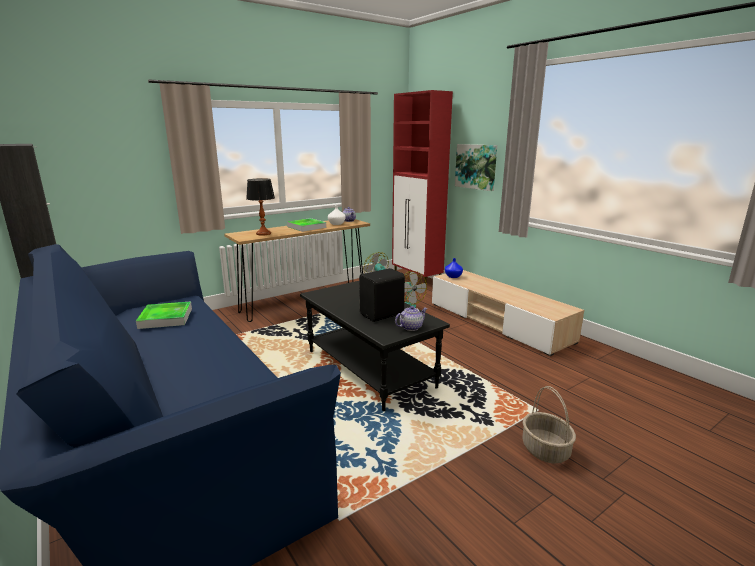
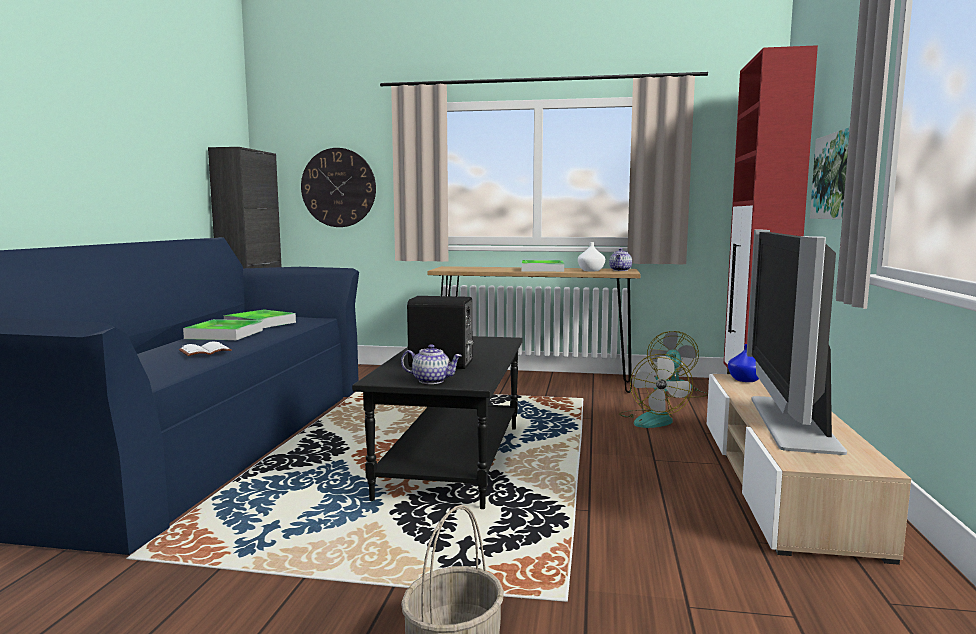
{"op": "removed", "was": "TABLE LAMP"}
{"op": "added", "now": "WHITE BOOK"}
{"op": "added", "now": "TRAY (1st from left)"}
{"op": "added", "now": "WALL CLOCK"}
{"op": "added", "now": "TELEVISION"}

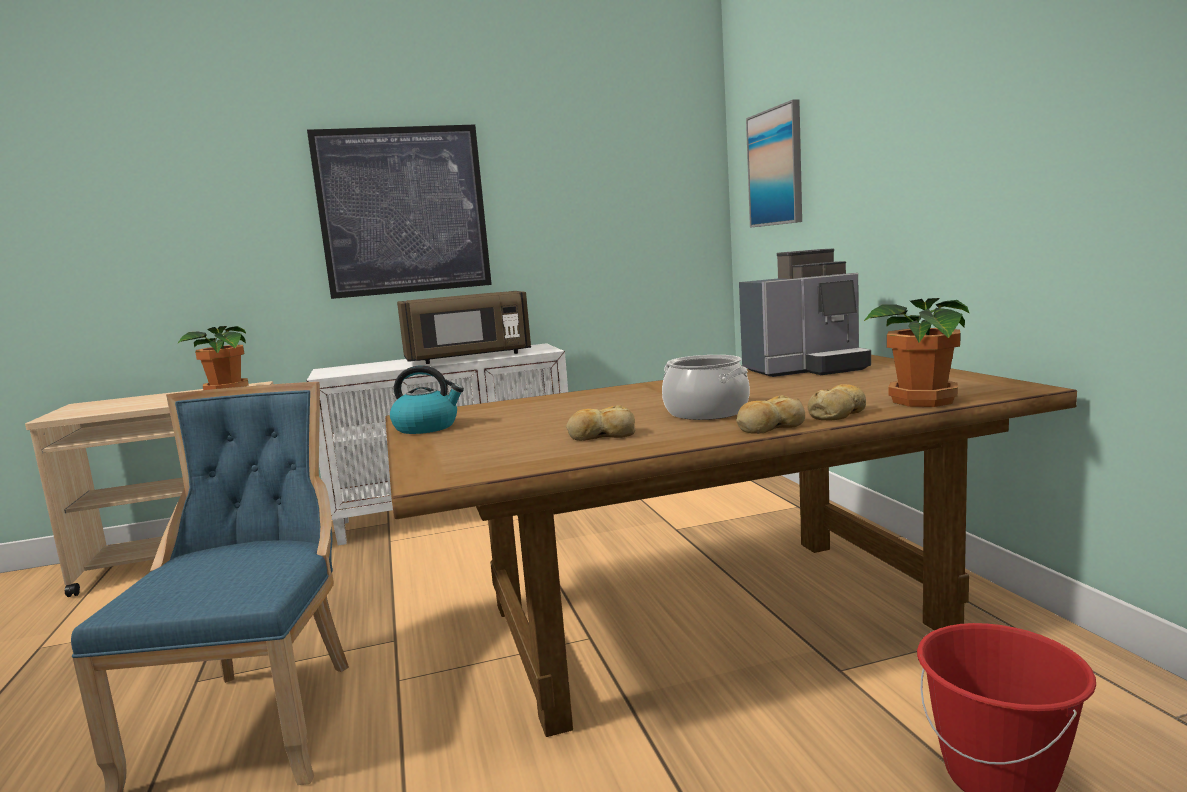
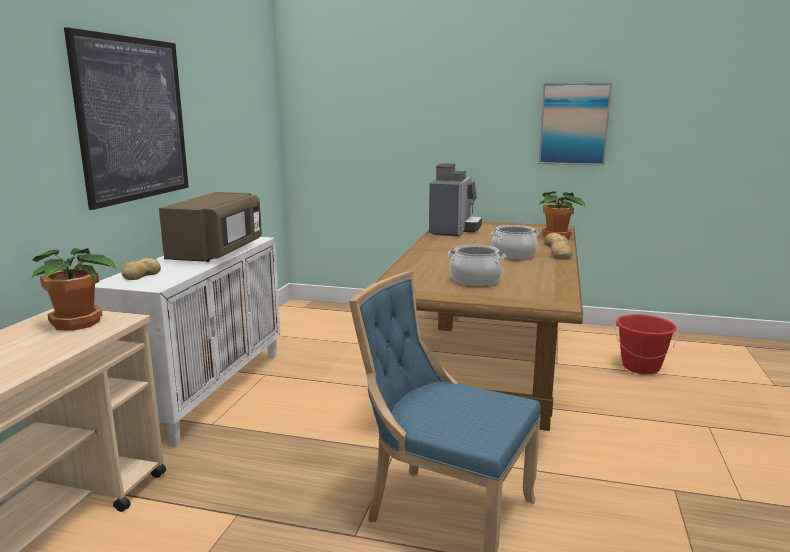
{"op": "removed", "was": "KETTLE"}
{"op": "added", "now": "COOKING POT (1st from left)"}
{"op": "moved", "was": "BREAD (1st from left)"}
{"op": "moved", "was": "PICTURE (2nd from left)"}

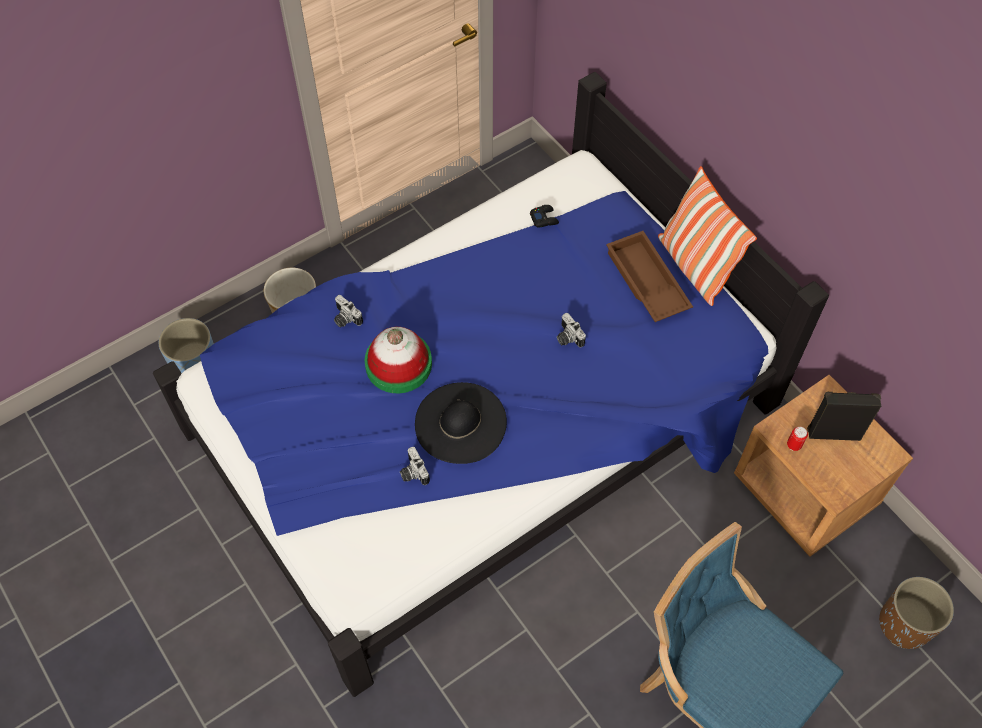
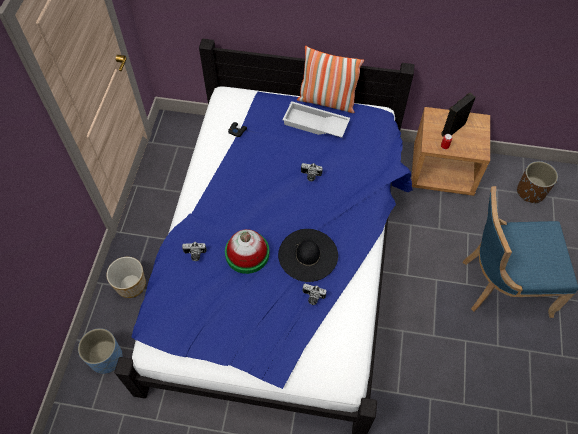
{"op": "recoloured", "was": "BROWN TRAY", "now": "WHITE TRAY"}

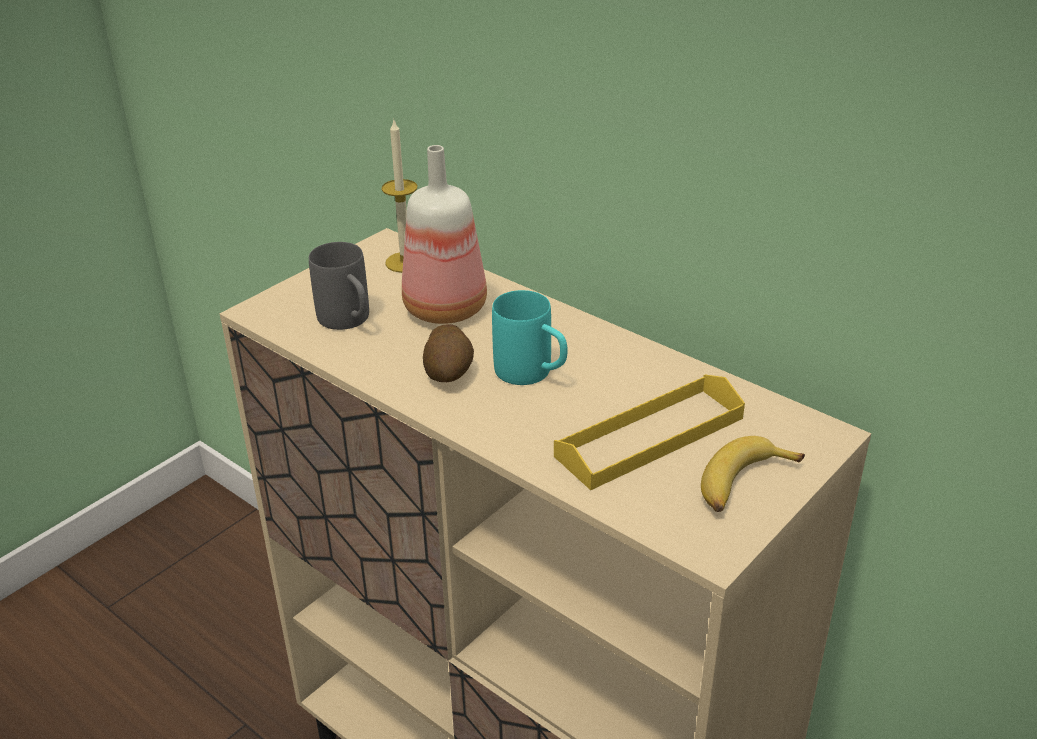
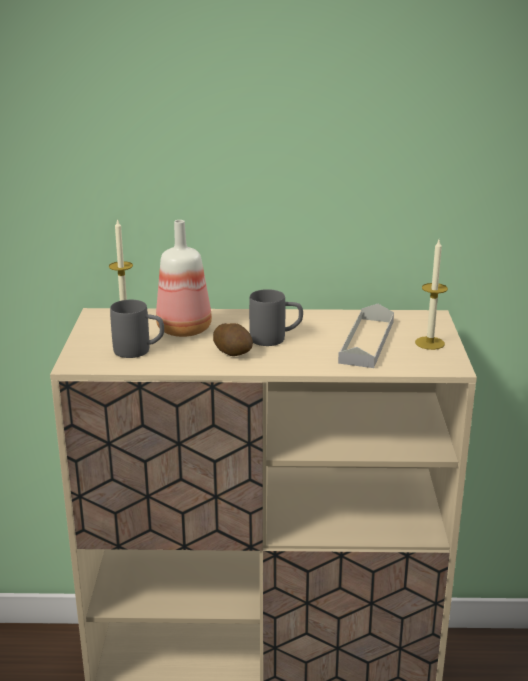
{"op": "replaced", "was": "BANANA", "now": "CANDLE (2nd from left)"}
{"op": "recoloured", "was": "TURQUOISE MUG", "now": "GREY MUG (2nd from left)"}
{"op": "recoloured", "was": "YELLOW TRAY", "now": "GREY TRAY"}

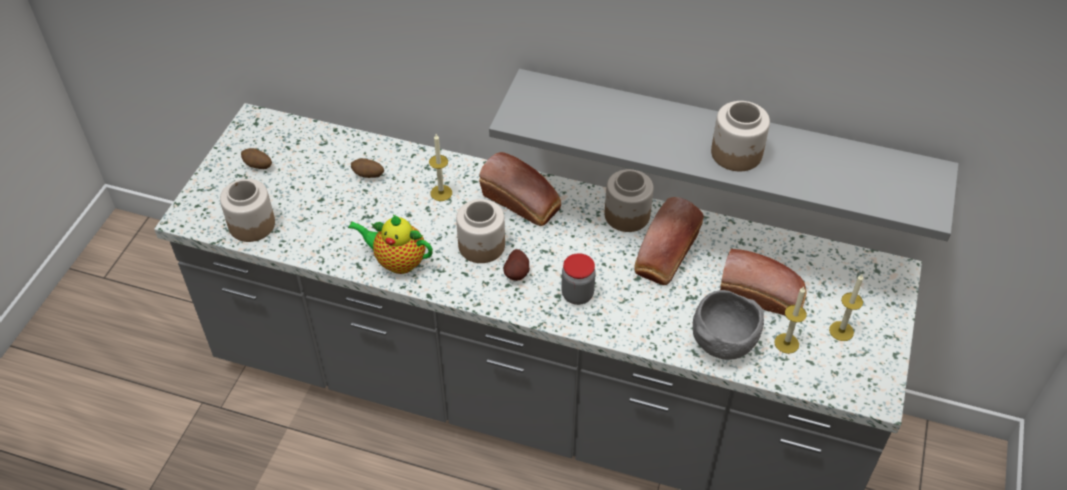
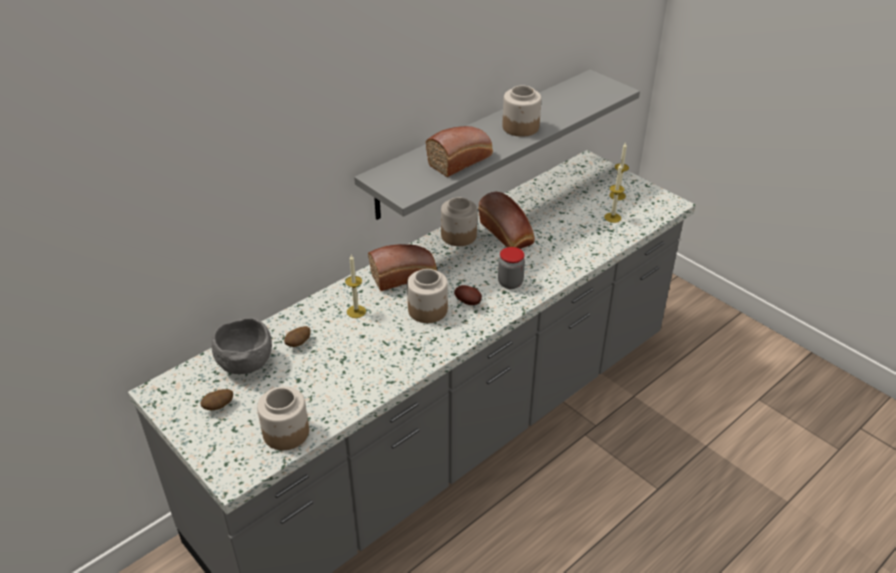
{"op": "removed", "was": "TEAPOT"}
{"op": "moved", "was": "GREY BOWL"}
{"op": "moved", "was": "BREAD (3rd from left in the first image)", "now": "BREAD (2nd from left)"}

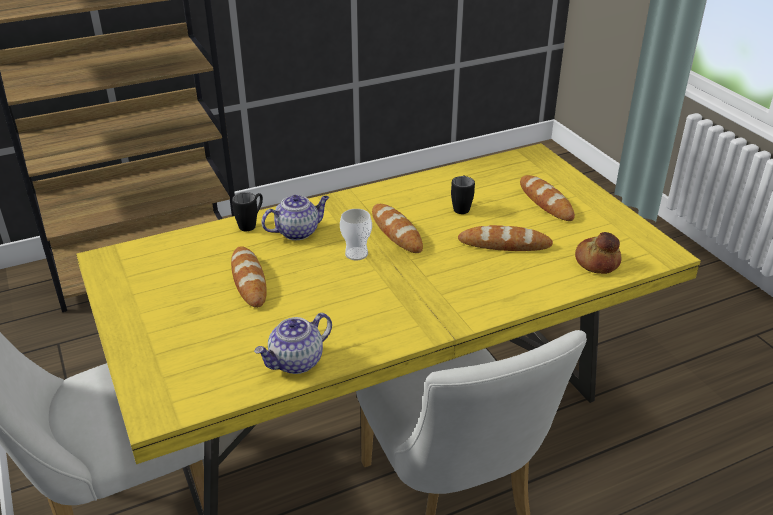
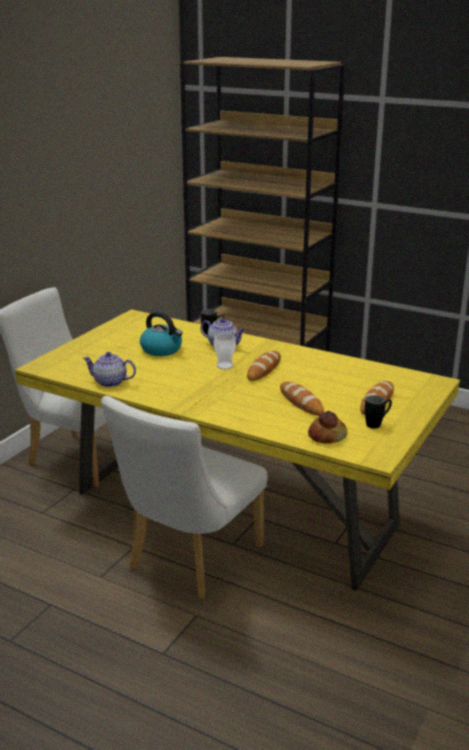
{"op": "moved", "was": "BLACK MUG (2nd from left)"}
{"op": "replaced", "was": "BREAD (1st from left)", "now": "KETTLE"}

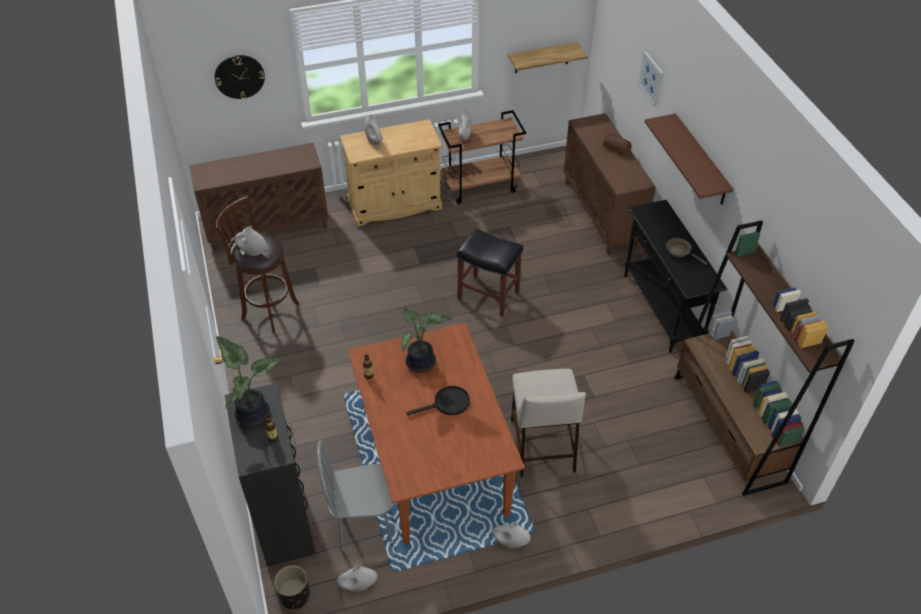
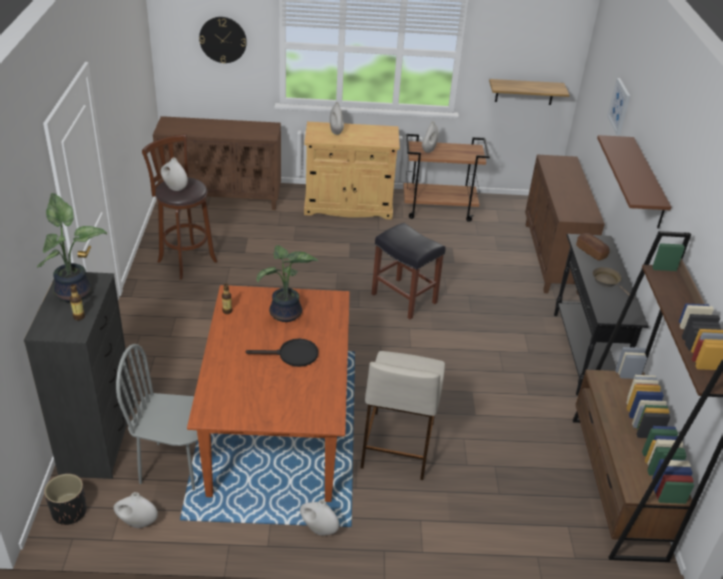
{"op": "moved", "was": "BREAD"}

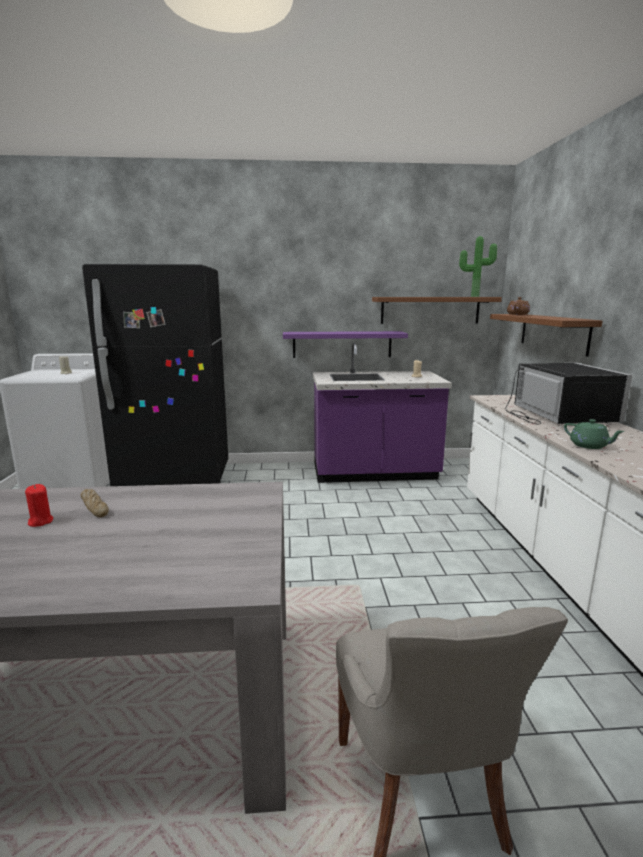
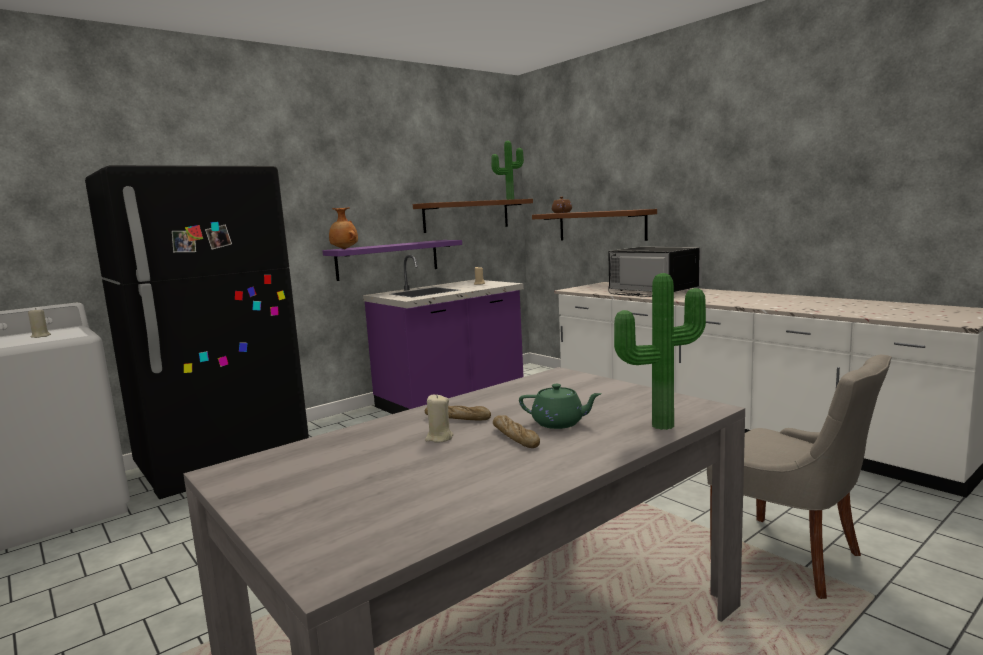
{"op": "added", "now": "BROWN VASE"}
{"op": "added", "now": "BREAD (2nd from left)"}
{"op": "added", "now": "POTTED PLANT (2nd from left)"}
{"op": "moved", "was": "GREEN TEAPOT"}
{"op": "recoloured", "was": "RED CANDLE", "now": "BEIGE CANDLE (2nd from left)"}

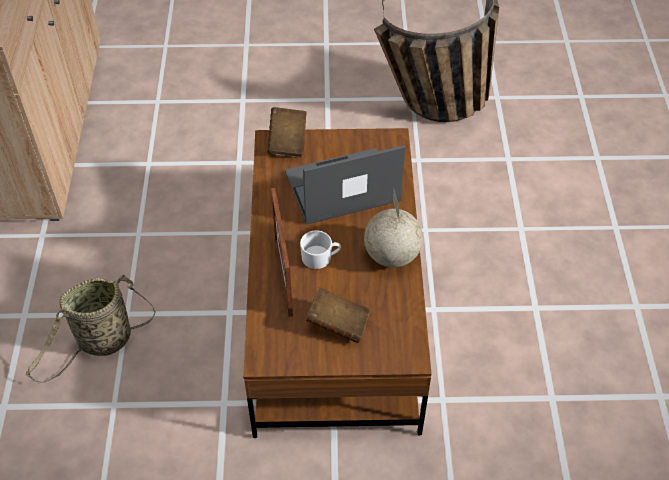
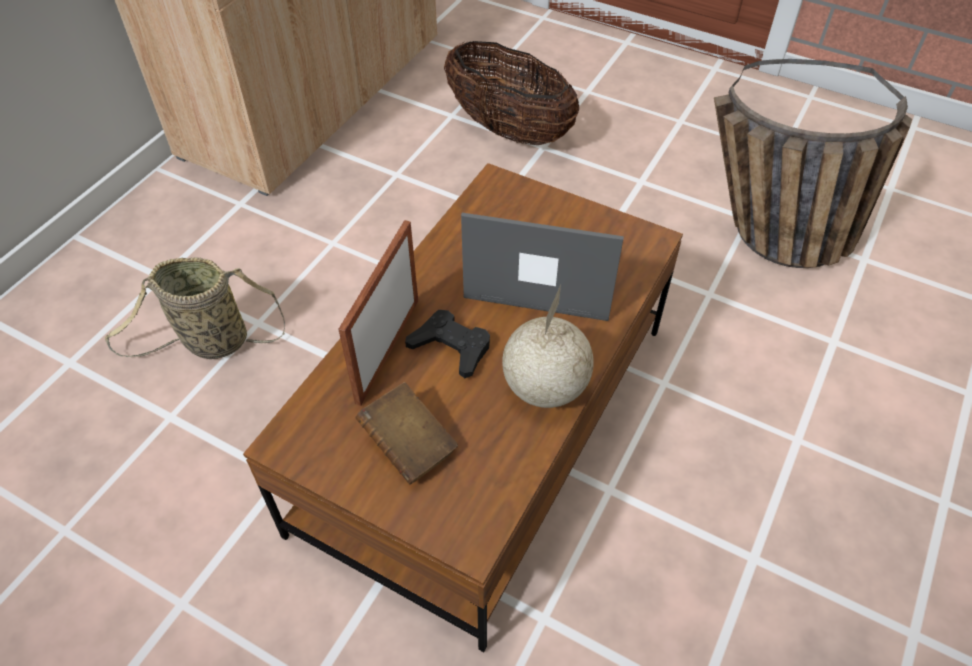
{"op": "removed", "was": "BROWN BOOK (1st from left)"}
{"op": "added", "now": "BASKET (2nd from left)"}
{"op": "replaced", "was": "WHITE MUG", "now": "BLACK GAME CONTROLLER"}

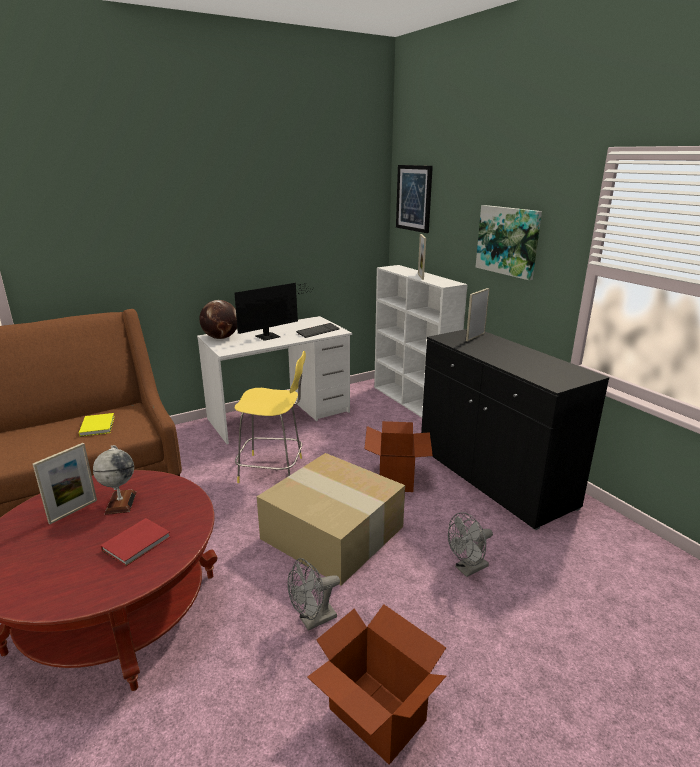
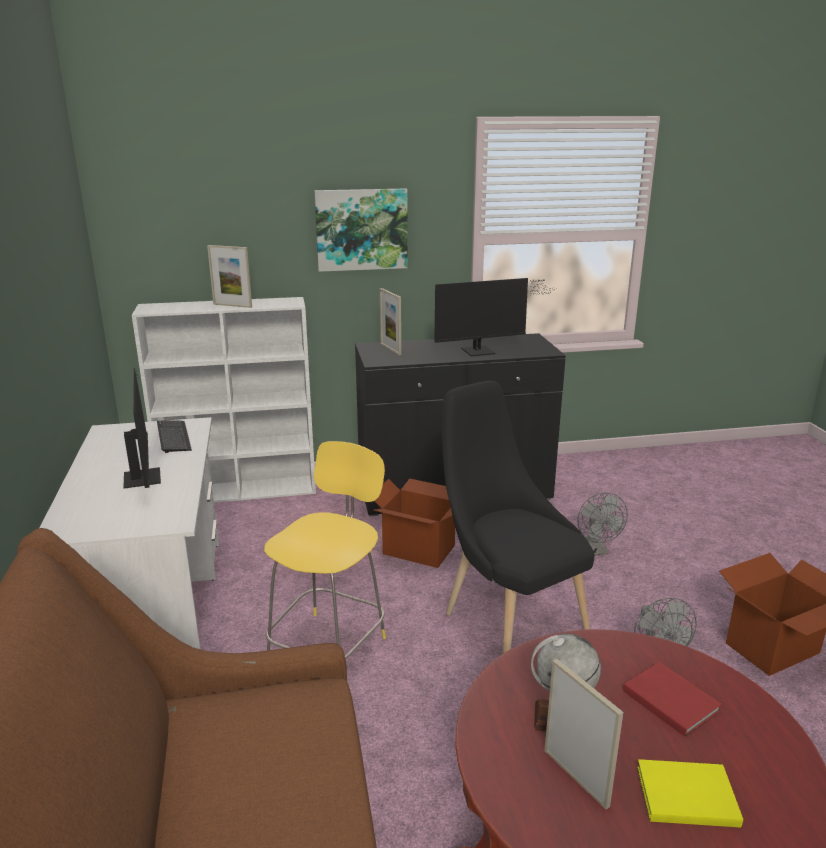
{"op": "removed", "was": "GLOBE (2nd from left)"}
{"op": "removed", "was": "PICTURE (1st from left)"}
{"op": "added", "now": "MONITOR (2nd from left)"}
{"op": "moved", "was": "YELLOW BOOK"}
{"op": "replaced", "was": "CARDBOARD BOX (1st from left)", "now": "BLACK CHAIR"}

